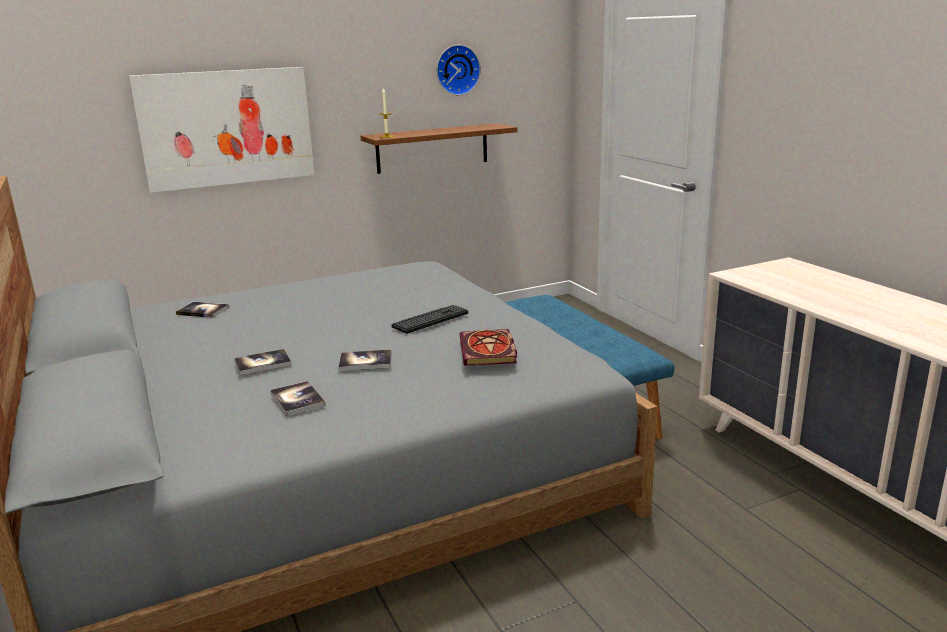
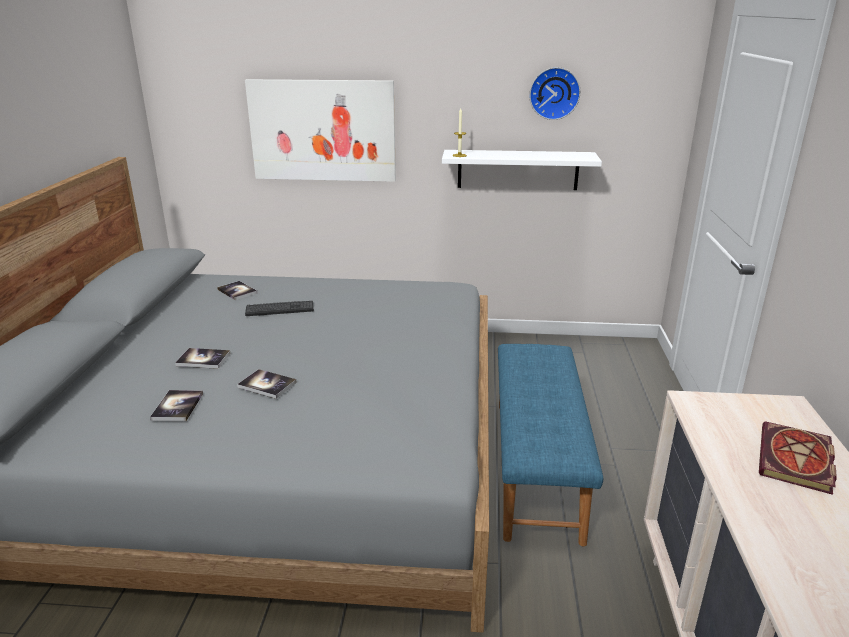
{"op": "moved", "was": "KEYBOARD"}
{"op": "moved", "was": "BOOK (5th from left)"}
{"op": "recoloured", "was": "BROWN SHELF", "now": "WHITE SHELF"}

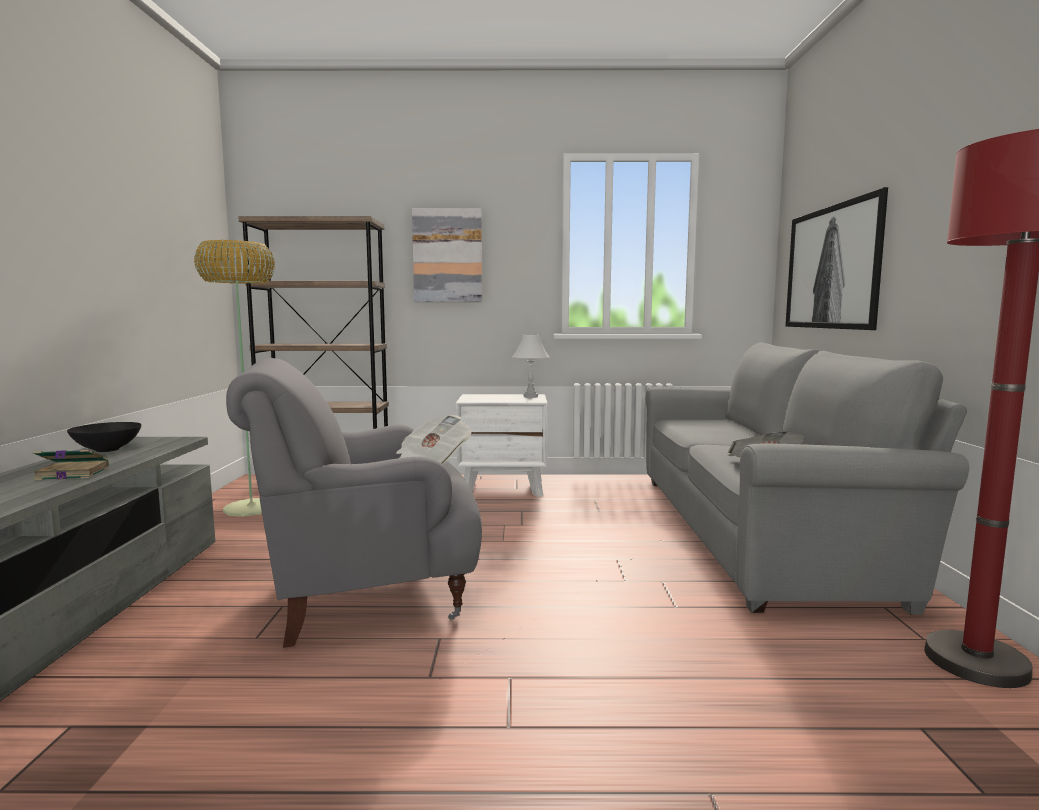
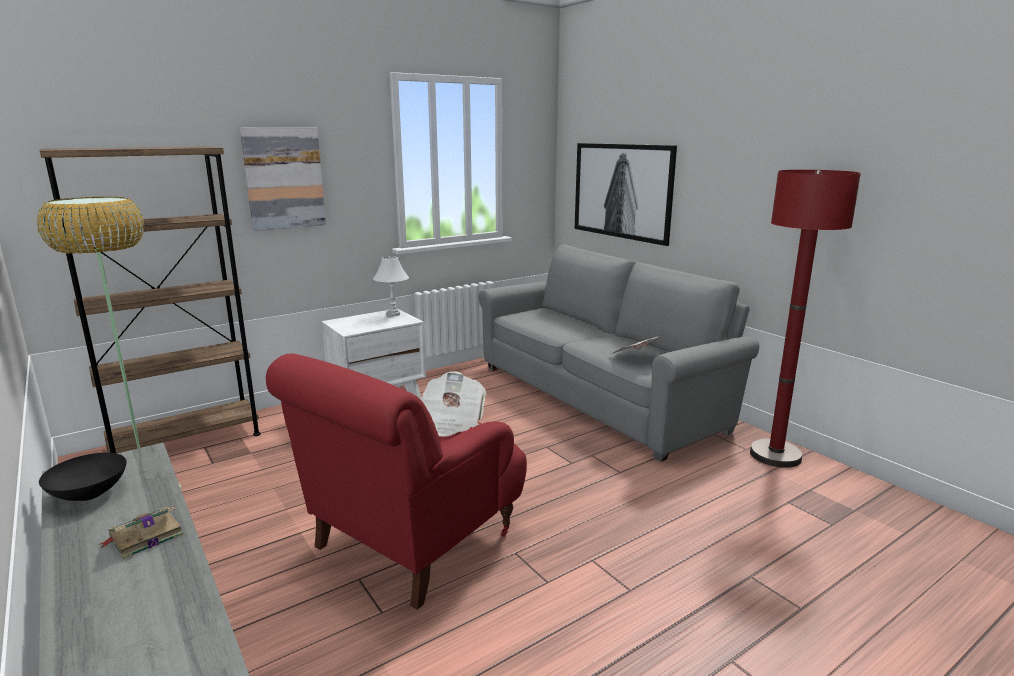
{"op": "recoloured", "was": "GREY ARMCHAIR", "now": "RED ARMCHAIR"}

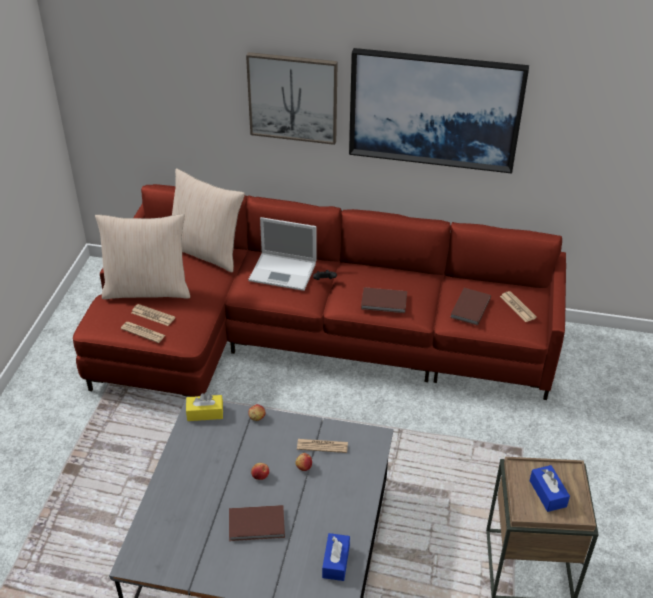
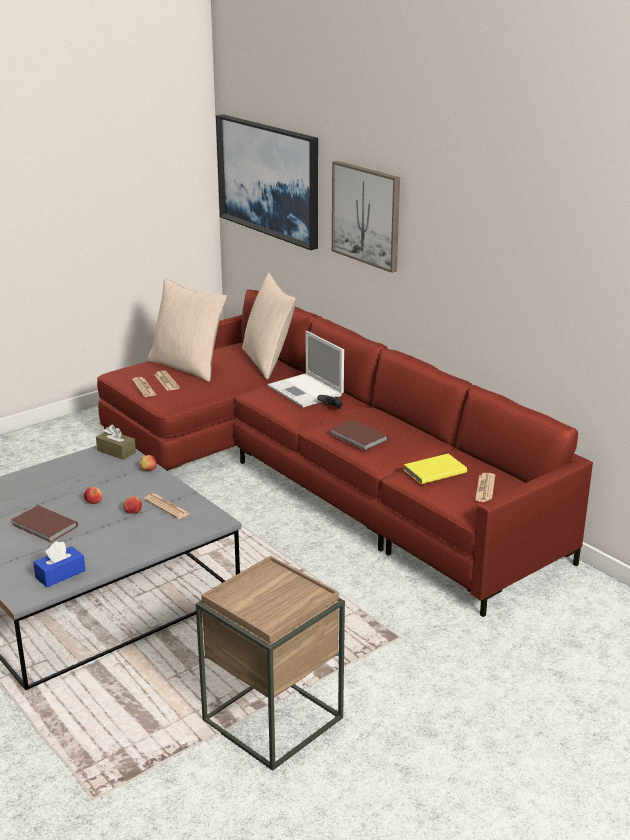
{"op": "removed", "was": "BLUE TISSUE BOX (2nd from left)"}
{"op": "moved", "was": "PICTURE (2nd from left in the first image)", "now": "PICTURE (1st from left)"}
{"op": "recoloured", "was": "YELLOW TISSUE BOX", "now": "BROWN TISSUE BOX"}
{"op": "recoloured", "was": "BROWN BOOK (3rd from left)", "now": "YELLOW BOOK"}

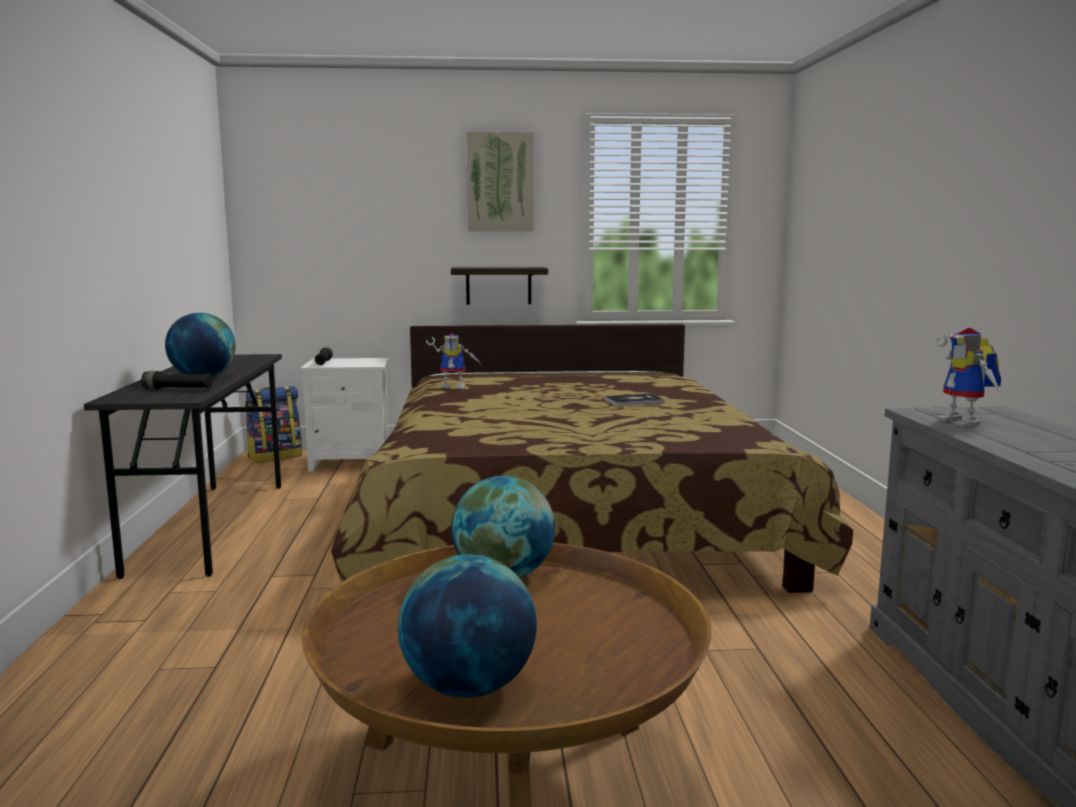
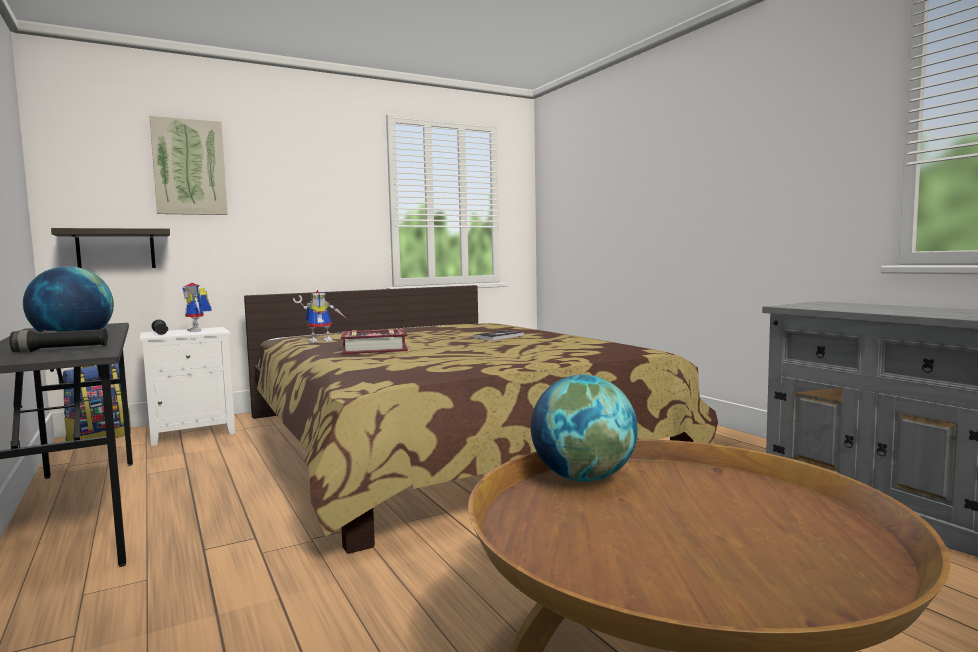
{"op": "removed", "was": "GLOBE (2nd from left)"}
{"op": "added", "now": "BOOK (1st from left)"}
{"op": "moved", "was": "SHELF"}
{"op": "moved", "was": "PICTURE"}
{"op": "moved", "was": "TOY ROBOT (2nd from left in the first image)", "now": "TOY ROBOT (1st from left)"}

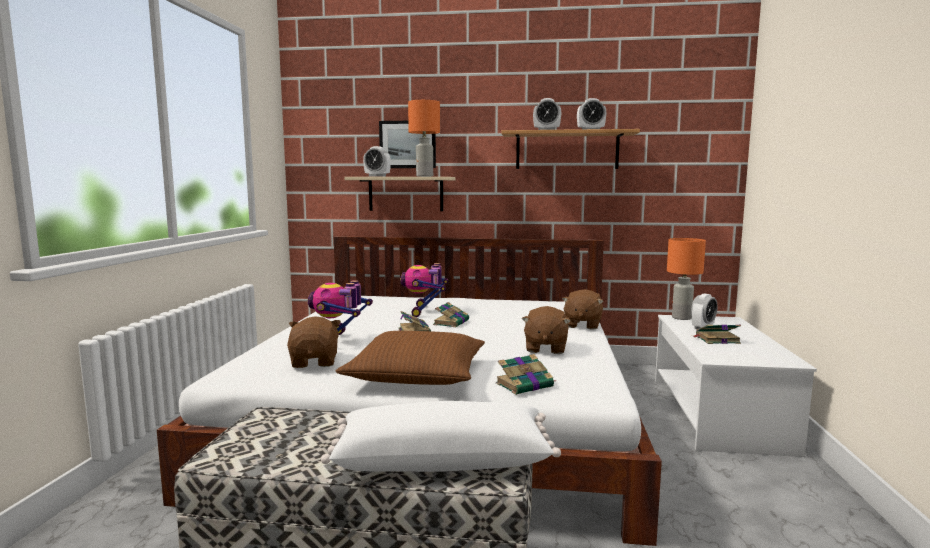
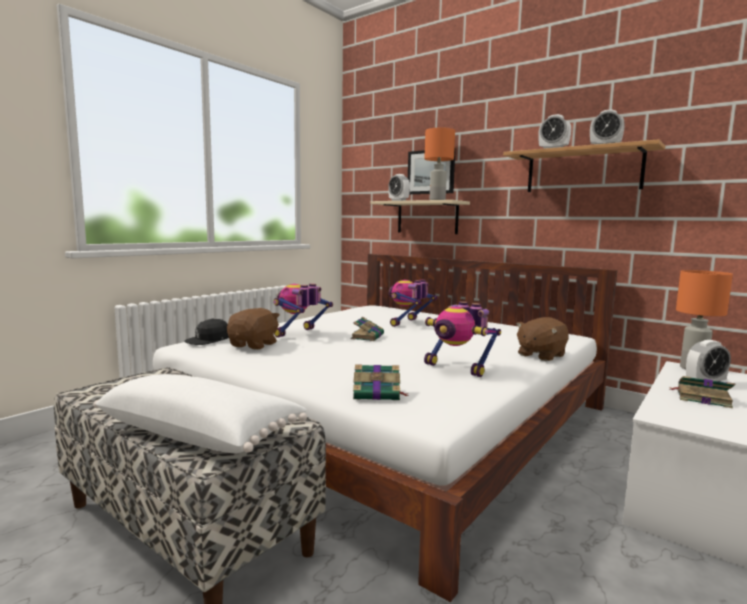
{"op": "removed", "was": "BROWN PILLOW"}
{"op": "removed", "was": "BOOK (2nd from left)"}
{"op": "added", "now": "BLACK CAP"}
{"op": "replaced", "was": "BROWN PLUSH TOY (2nd from left)", "now": "TOY ROBOT (3rd from left)"}

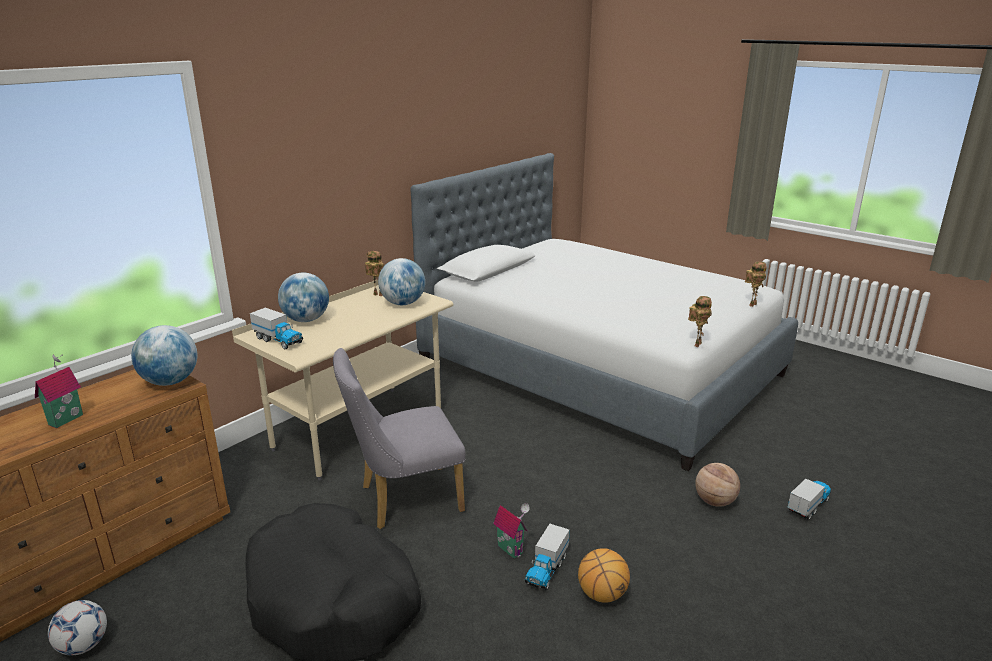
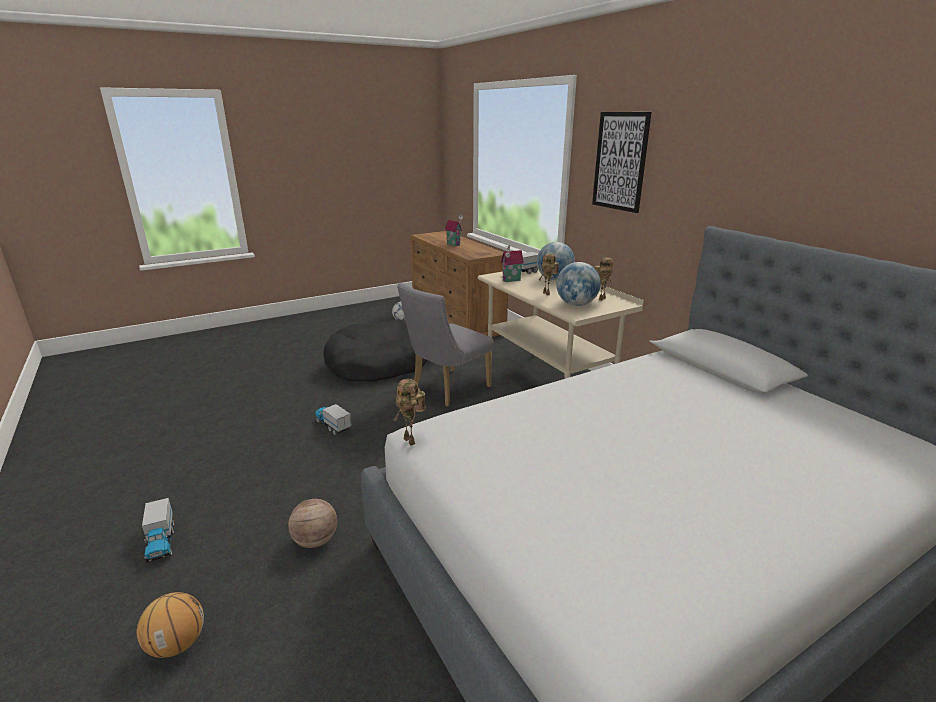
{"op": "removed", "was": "GLOBE (1st from left)"}
{"op": "added", "now": "PICTURE"}
{"op": "moved", "was": "TOY HOUSE (2nd from left)"}
{"op": "moved", "was": "BASKETBALL (1st from left)"}
{"op": "moved", "was": "TOY ROBOT (3rd from left in the first image)", "now": "TOY ROBOT (2nd from left)"}
{"op": "moved", "was": "TOY TRUCK (3rd from left in the first image)", "now": "TOY TRUCK (1st from left)"}
{"op": "turned", "was": "GREY CHAIR", "clockwise": -135}

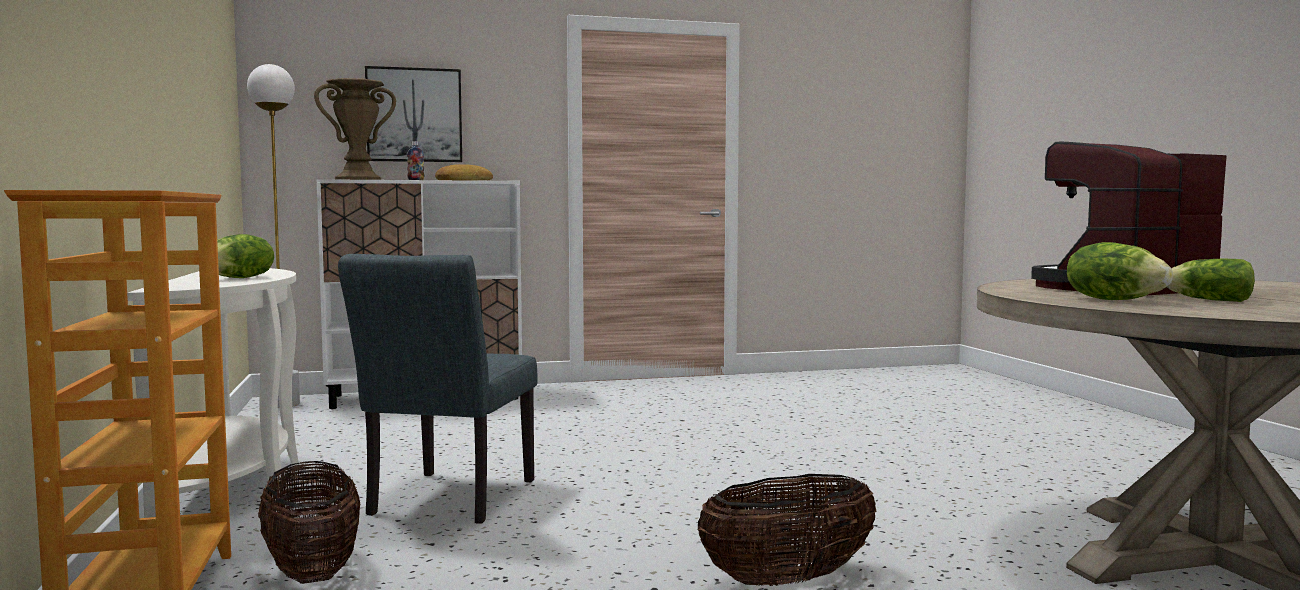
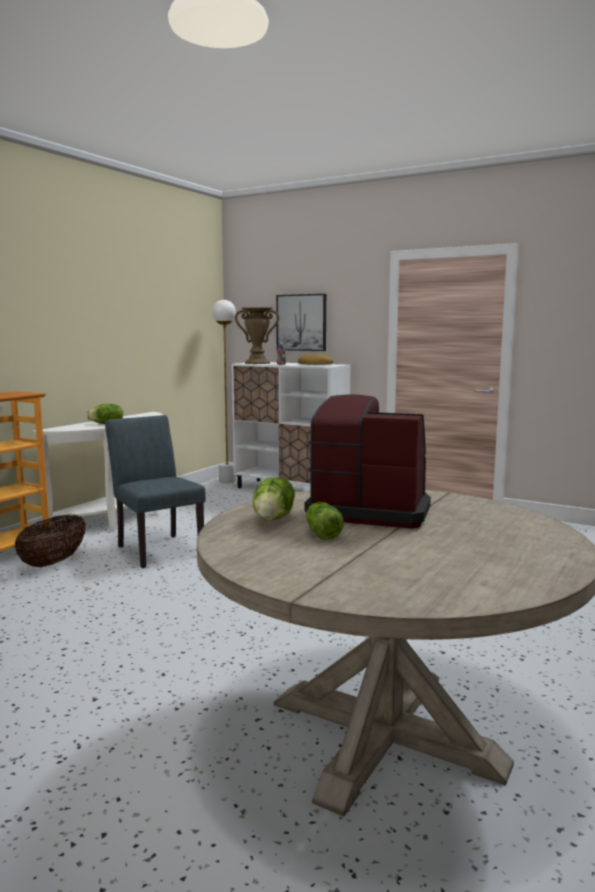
{"op": "removed", "was": "BASKET (2nd from left)"}
{"op": "turned", "was": "GREY CHAIR", "clockwise": 90}

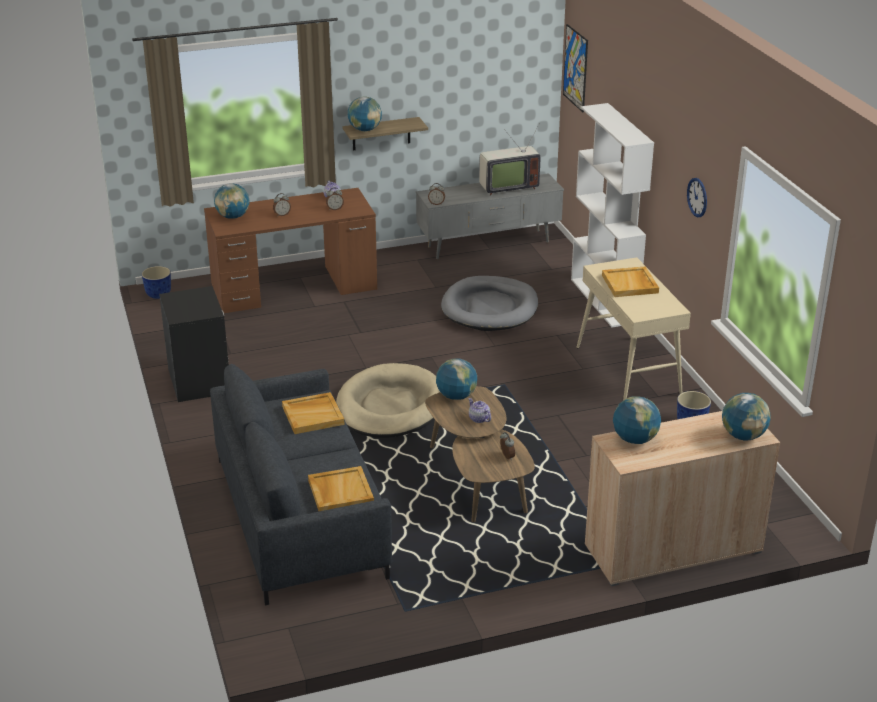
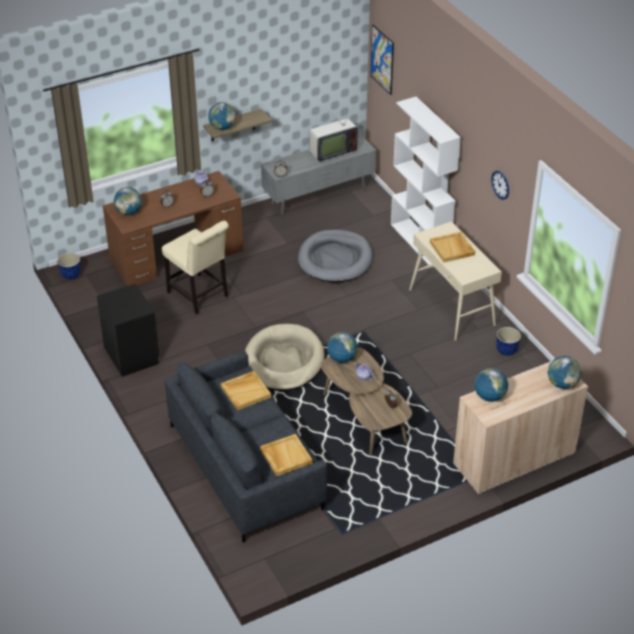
{"op": "added", "now": "BEIGE CHAIR"}

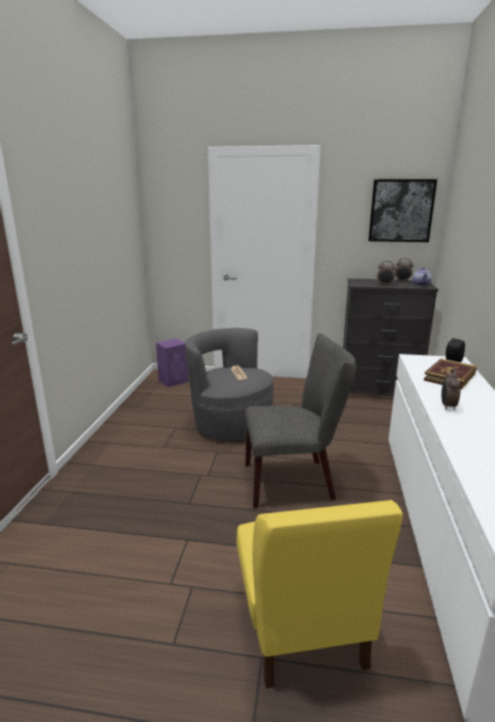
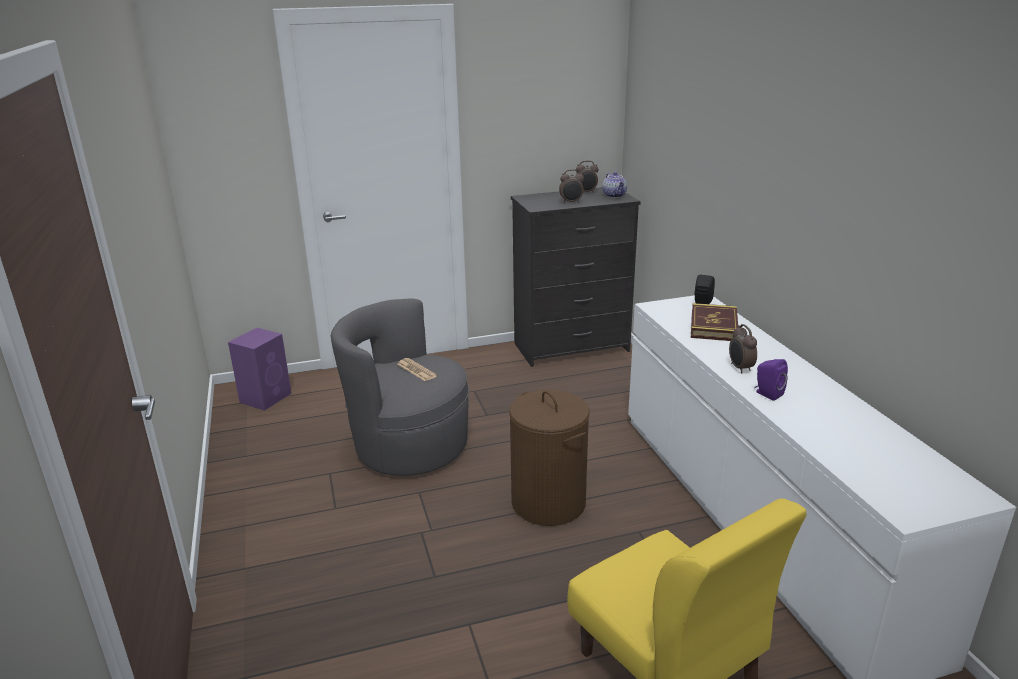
{"op": "removed", "was": "PICTURE"}
{"op": "added", "now": "PURPLE SPEAKER (2nd from left)"}
{"op": "replaced", "was": "GREY CHAIR", "now": "BROWN LAUNDRY BASKET"}

